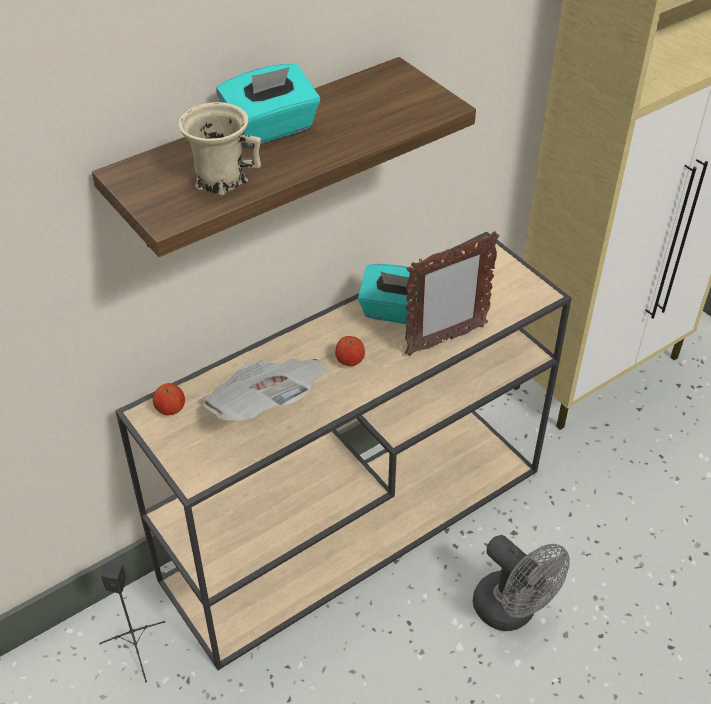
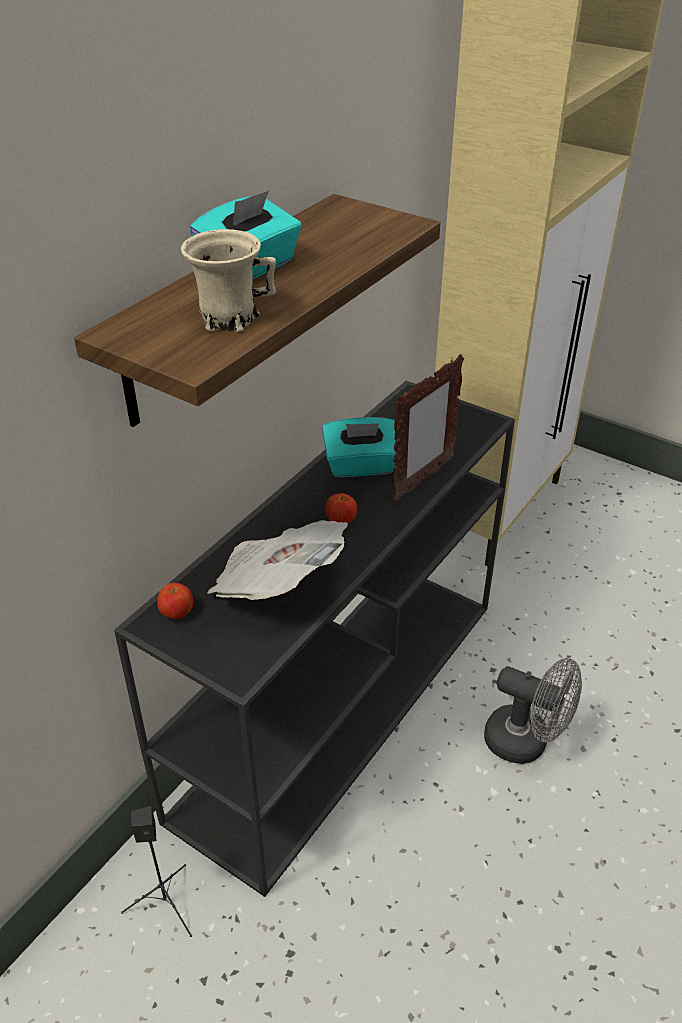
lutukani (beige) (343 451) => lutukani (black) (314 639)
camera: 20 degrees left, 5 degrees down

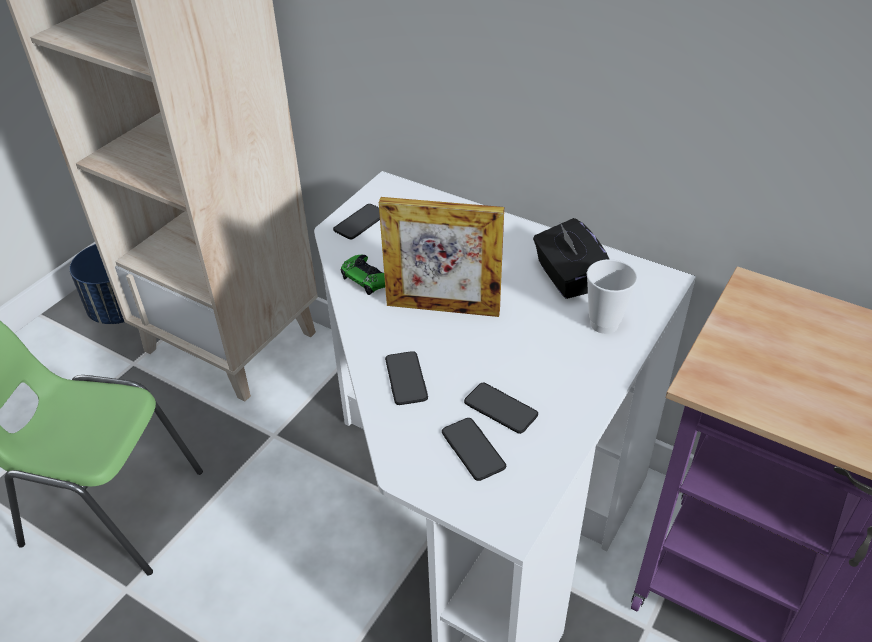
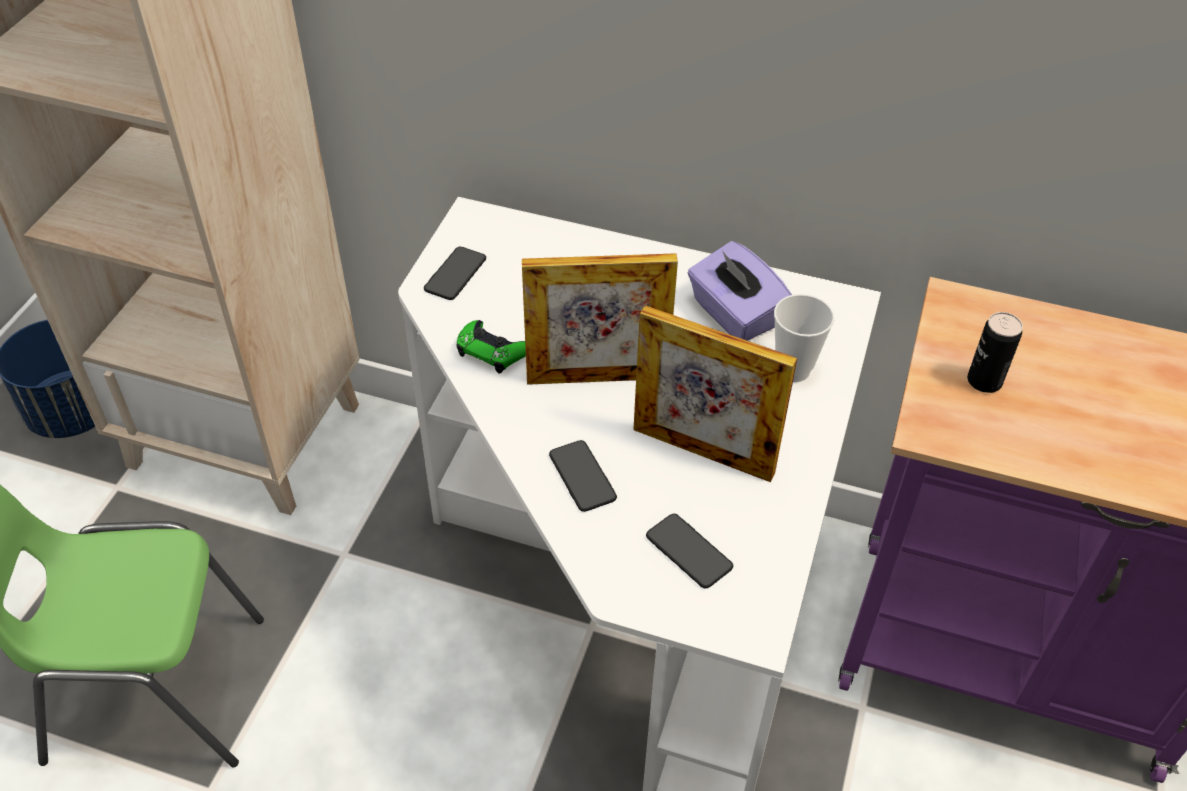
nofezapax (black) (571 258) => nofezapax (purple) (740 291)
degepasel (501 408) => nothing
nothing => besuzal (715 393)
nothing => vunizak (995 352)
camera: 15 degrees left, 5 degrees up

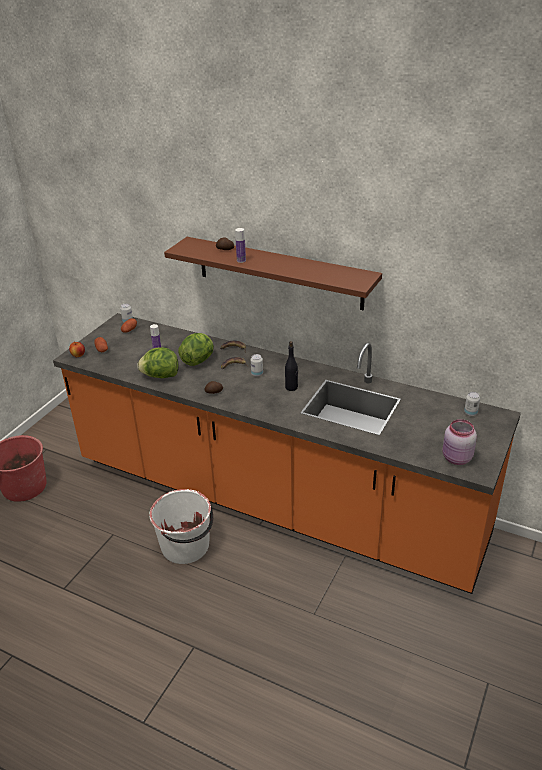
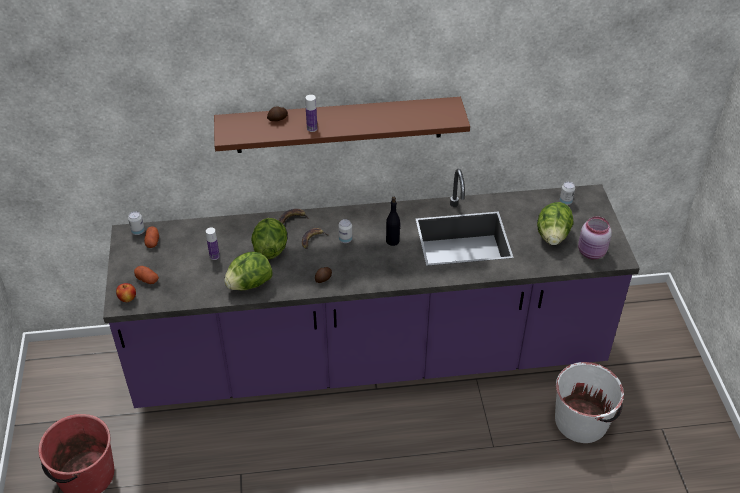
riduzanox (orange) (287 453) => riduzanox (purple) (371 288)
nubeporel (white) (181 526) => nubeporel (white) (589 402), shifted
nothing => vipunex (555 223)
camera: 35 degrees left, 10 degrees up

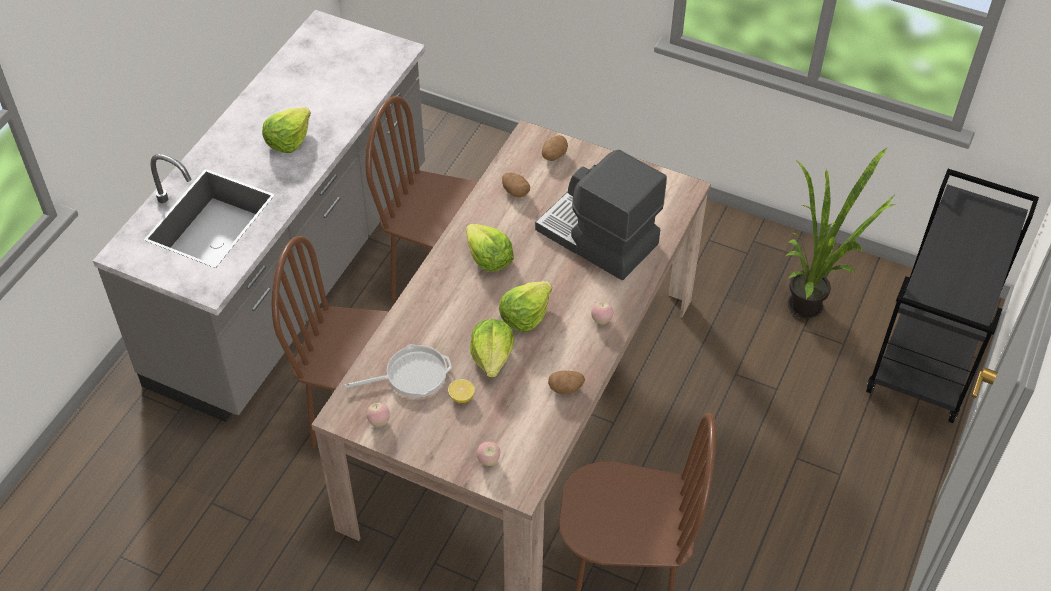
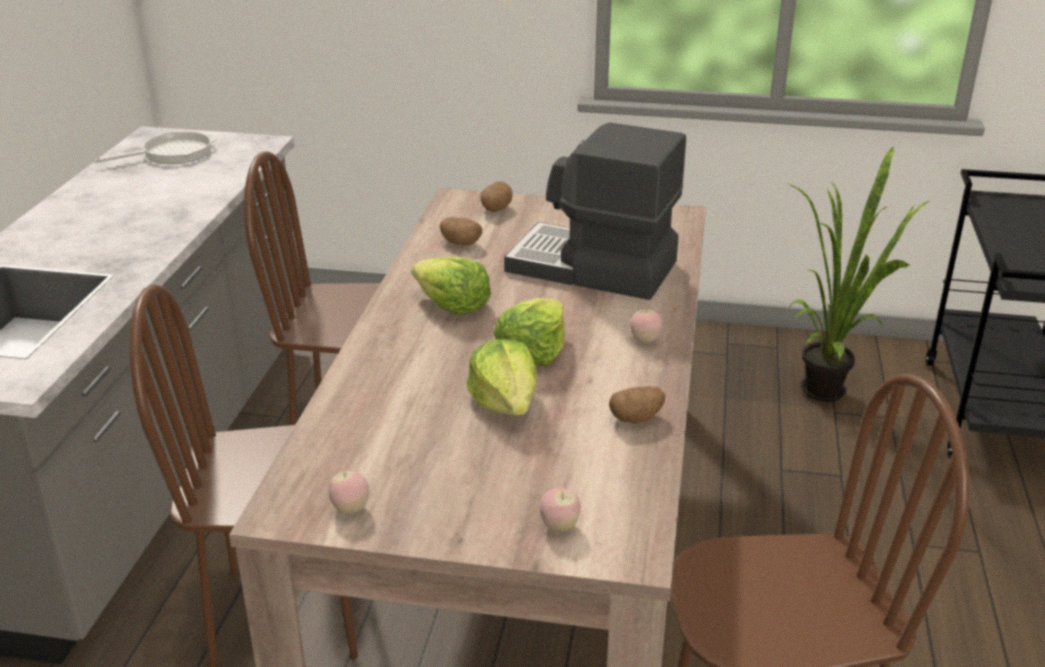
vipunex (286 130) => nothing
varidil (398 371) => varidil (155 147), shifted
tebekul (461 391) => nothing
camera: 15 degrees left, 20 degrees down

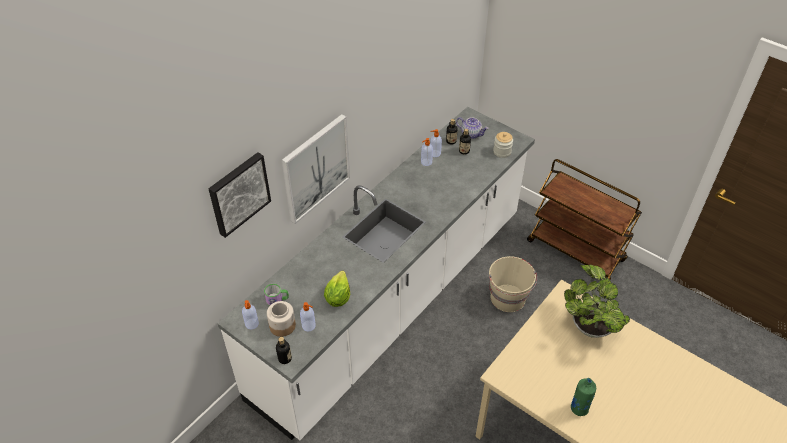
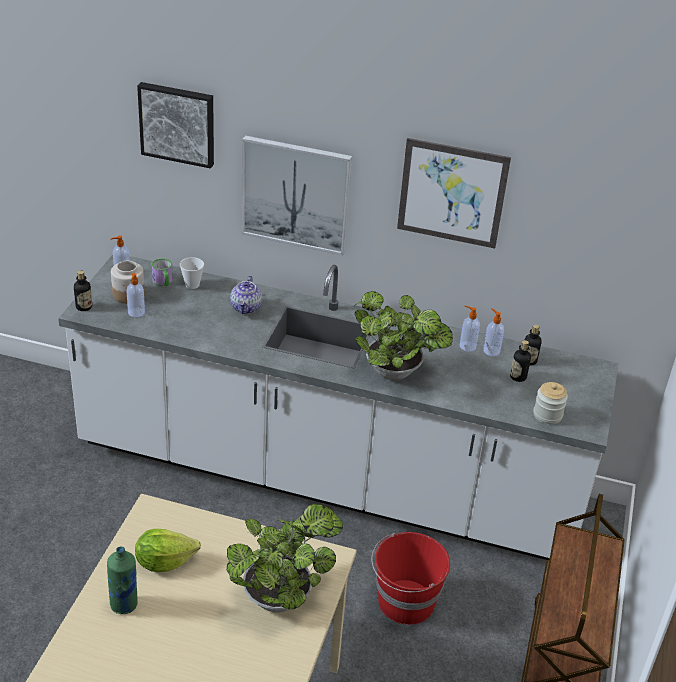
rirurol (472 128) => rirurol (246 294), shifted
nubeporel (beige) (513 284) => nubeporel (red) (410 578)
vipunex (337 289) => vipunex (168 550), shifted
nothing => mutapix (454 193)
nothing => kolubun (192 273)
nothing => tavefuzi (404 335)
camera: 65 degrees right, 10 degrees down

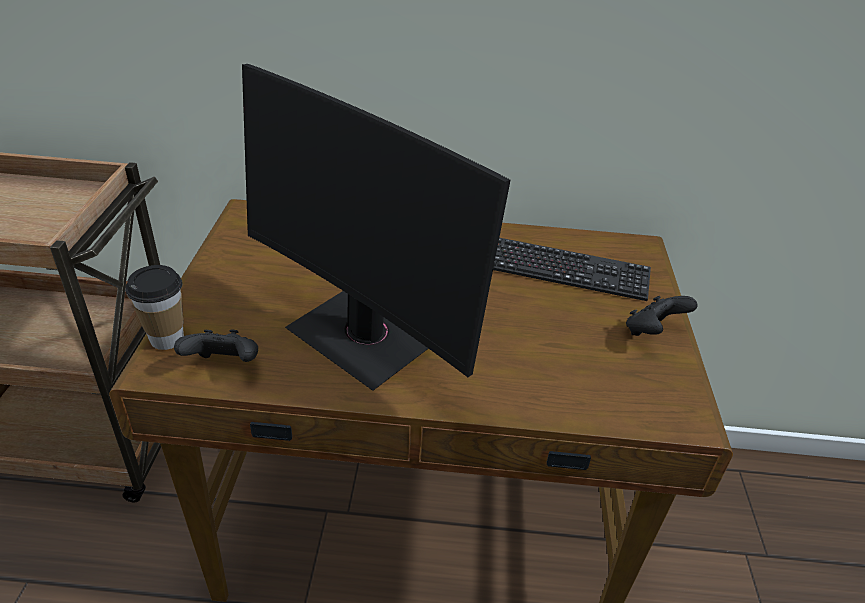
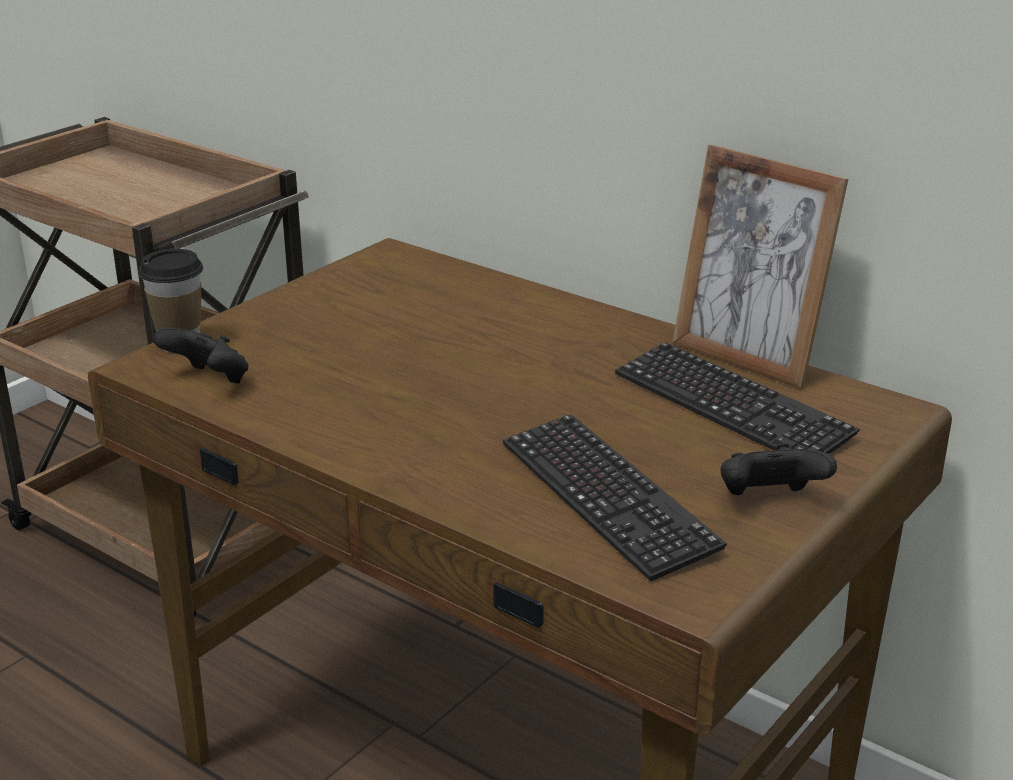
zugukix (376 227) => nothing
nothing => besuzal (760 267)
nothing => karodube (615 498)
camera: 35 degrees right, 10 degrees down

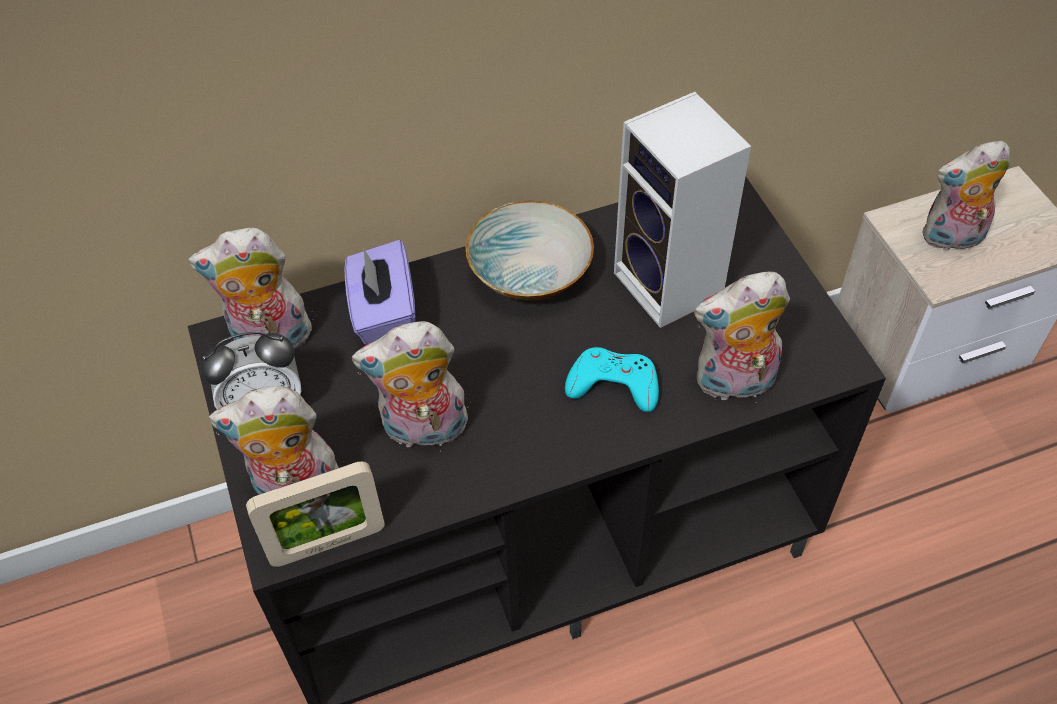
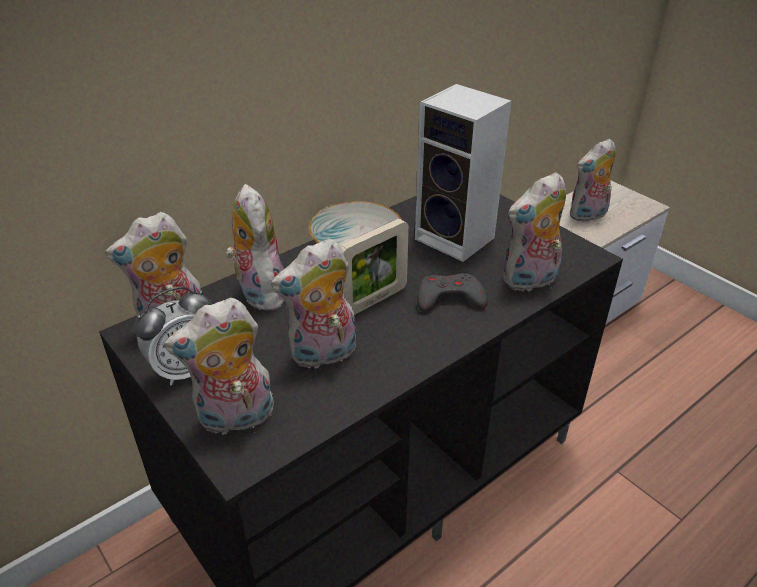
nofezapax (purple) (379 292) => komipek (255 247)
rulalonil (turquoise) (612 379) => rulalonil (grey) (452 292)
besuzal (315 514) => besuzal (374 267), shifted
camera: 20 degrees left, 15 degrees down

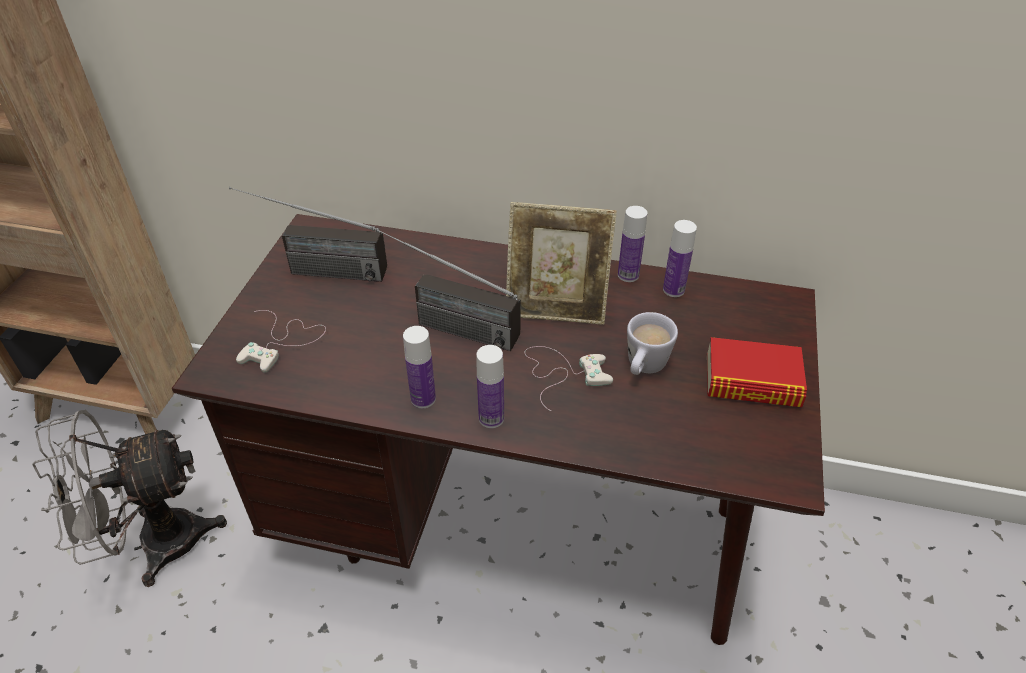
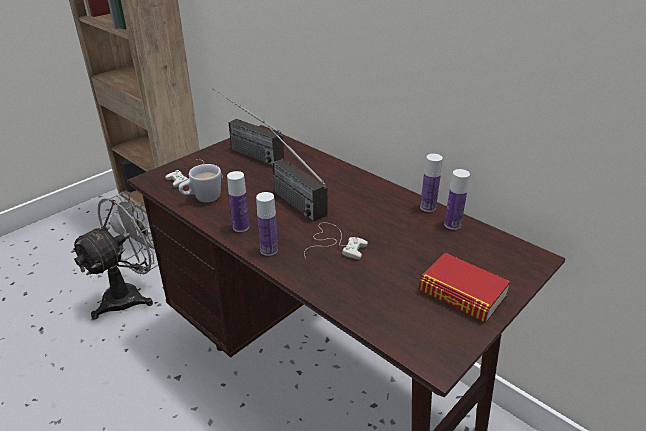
besuzal (561 263) => nothing
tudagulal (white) (652 343) => tudagulal (white) (200 183), shifted
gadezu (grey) (129 498) => gadezu (grey) (114 255), 120 degrees clockwise
camera: 30 degrees right, 10 degrees down

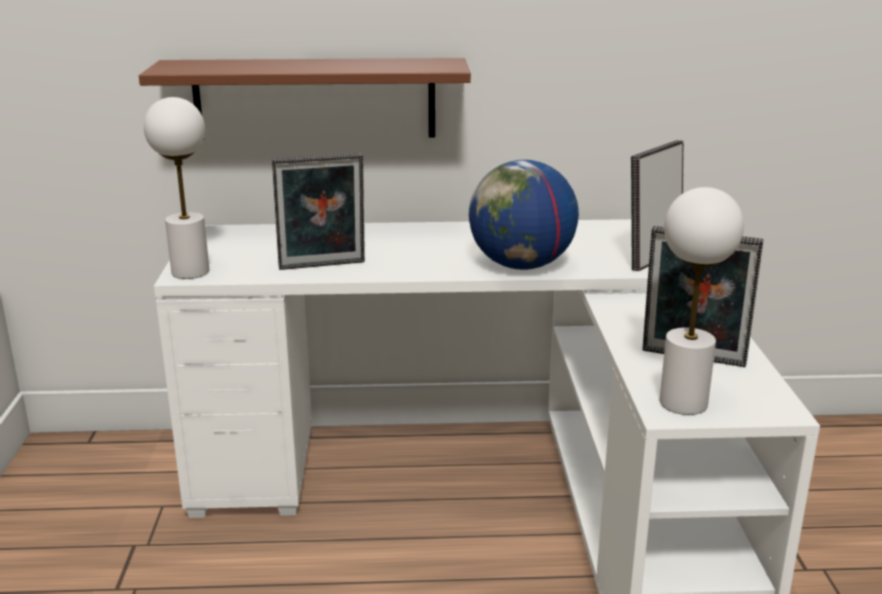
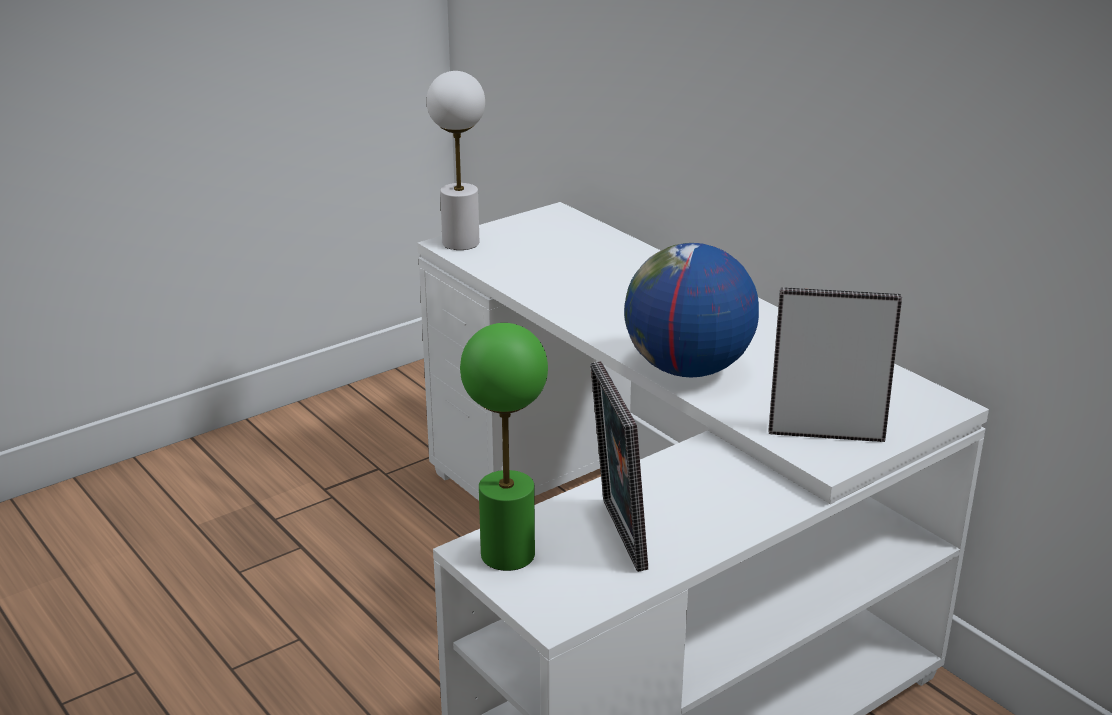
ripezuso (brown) (305 98) => nothing
besuzal (318 211) => nothing
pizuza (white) (702 301) => pizuza (green) (504 447)
camera: 55 degrees right, 5 degrees up

